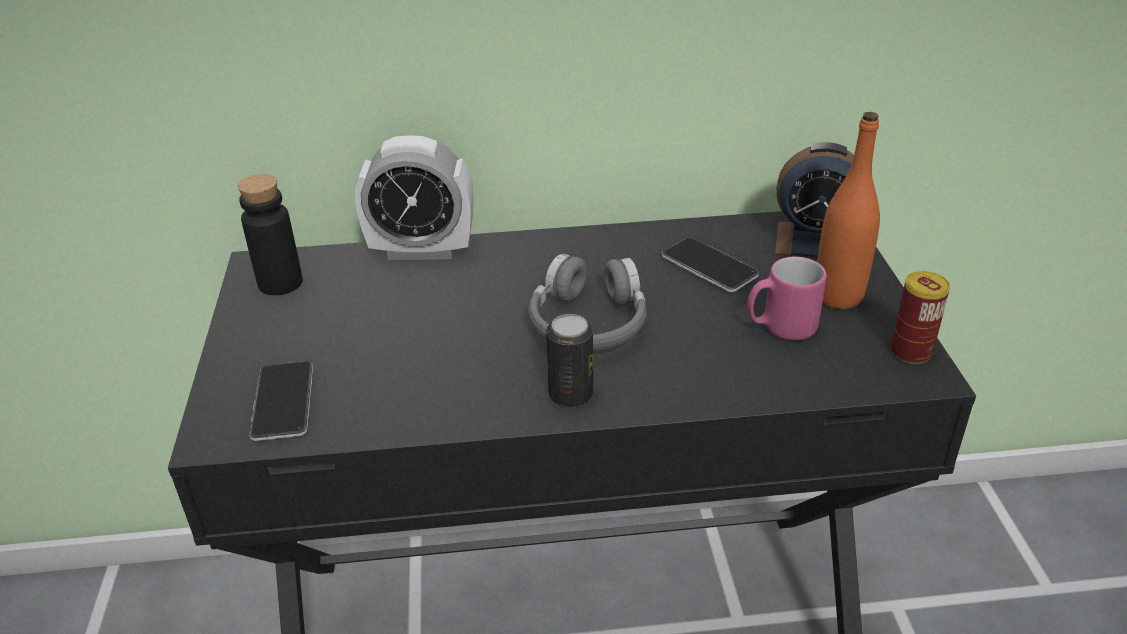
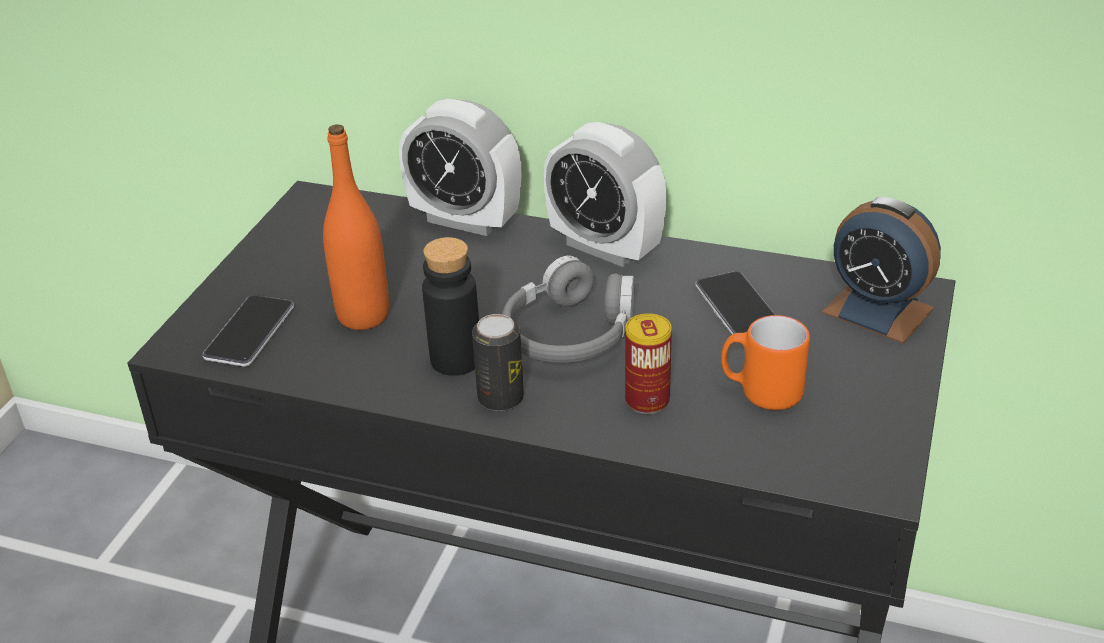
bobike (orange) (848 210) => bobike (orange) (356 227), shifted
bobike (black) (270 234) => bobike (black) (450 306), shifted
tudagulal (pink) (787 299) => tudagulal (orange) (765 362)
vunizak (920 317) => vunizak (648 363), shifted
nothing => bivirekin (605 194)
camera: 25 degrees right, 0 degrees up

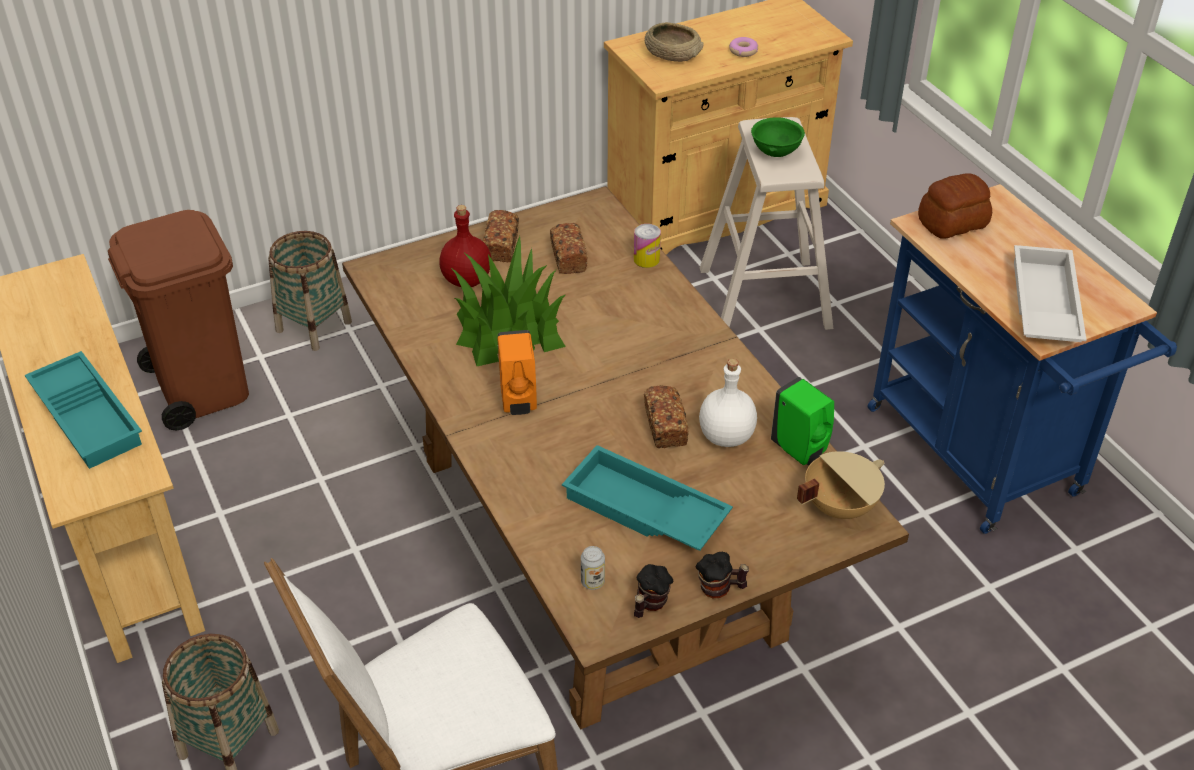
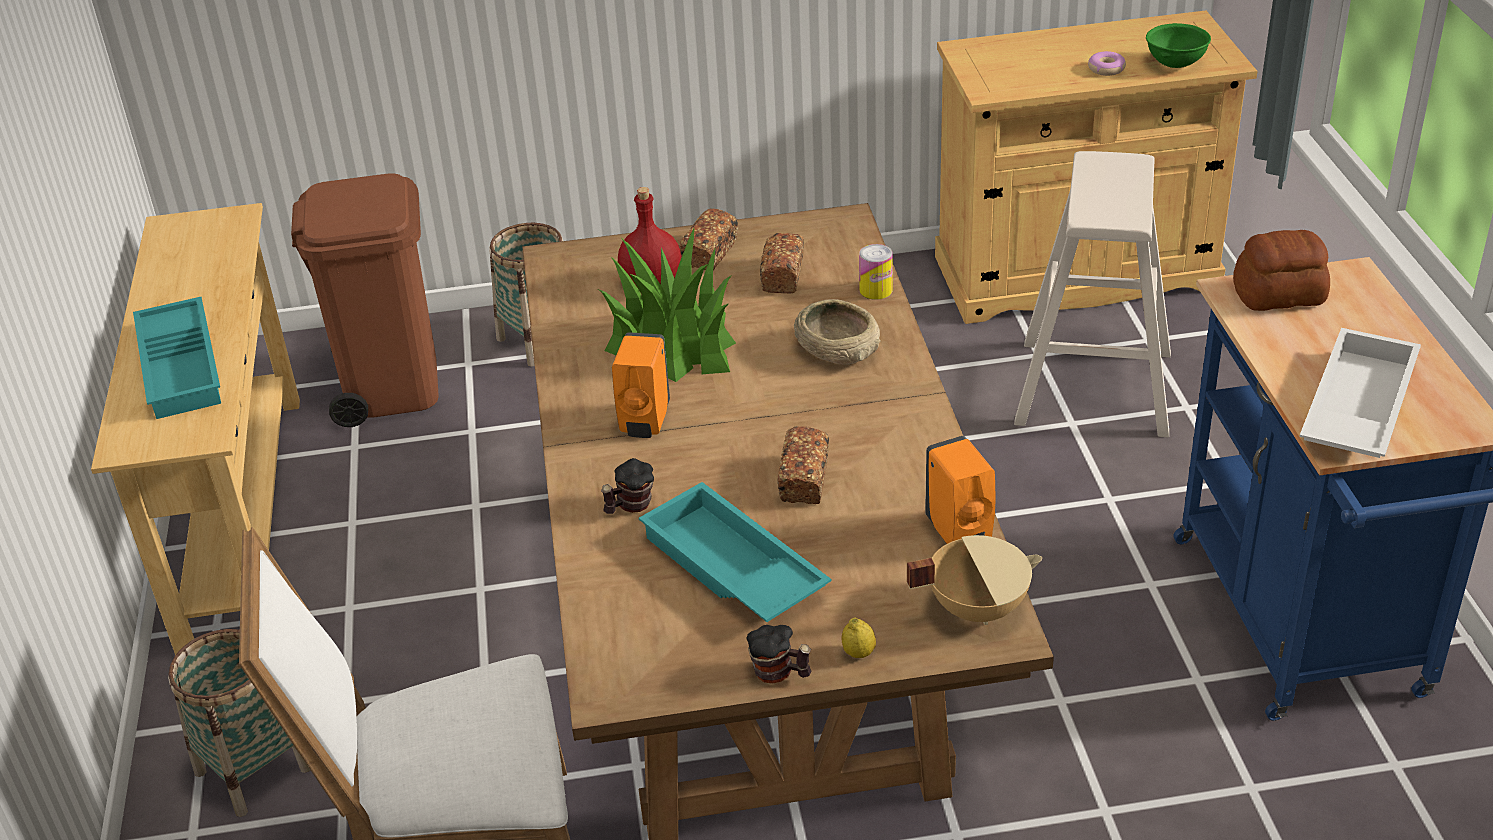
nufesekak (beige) (674 42) => nufesekak (beige) (837 332), shifted
nufesekak (green) (778 137) => nufesekak (green) (1178 45), shifted
bobike (white) (728 403) => nothing
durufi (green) (802 421) => durufi (orange) (960 490)
vunizak (593 568) => nothing
tudagulal (653 591) => tudagulal (627 486), shifted
nothing => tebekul (859 637)
camera: 20 degrees right, 5 degrees down

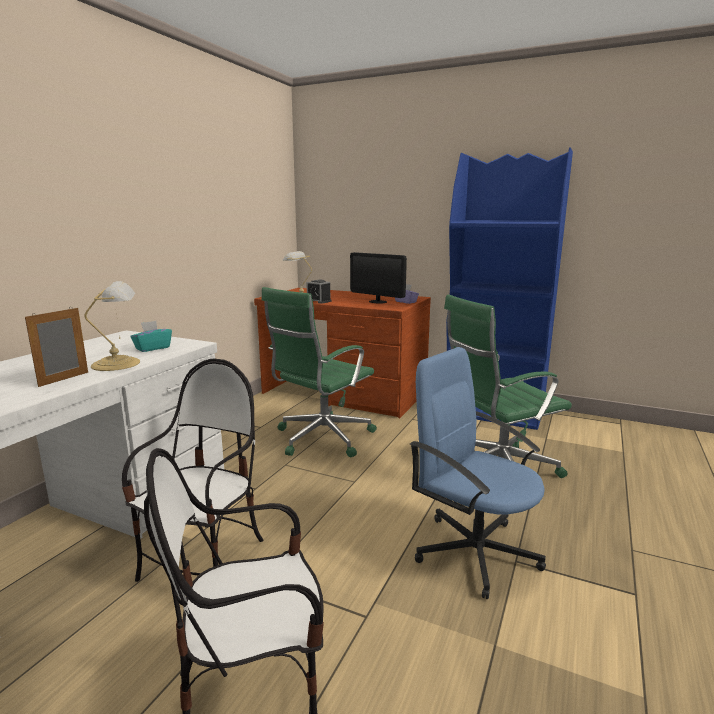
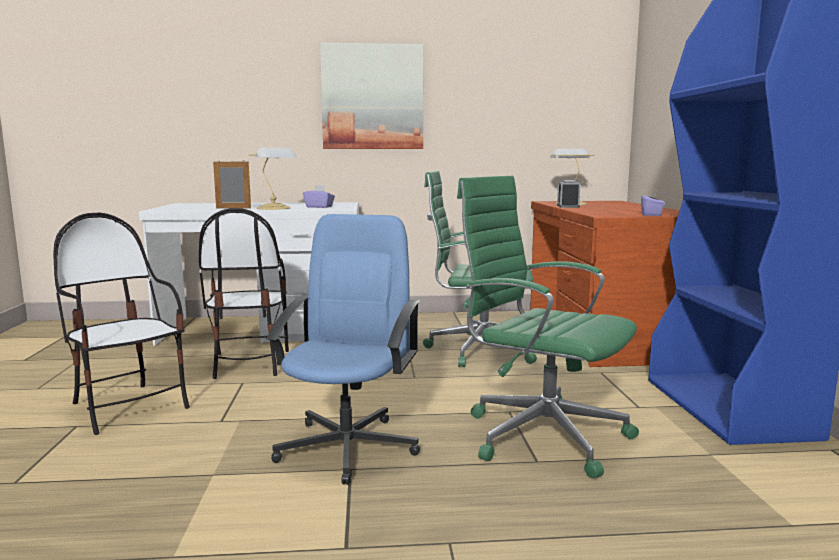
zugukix (378 278) => nothing
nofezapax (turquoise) (151 336) => nofezapax (purple) (319 196)
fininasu (193 470) => fininasu (244 293), 90 degrees clockwise
nothing => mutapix (371 96)
camera: 60 degrees right, 5 degrees down

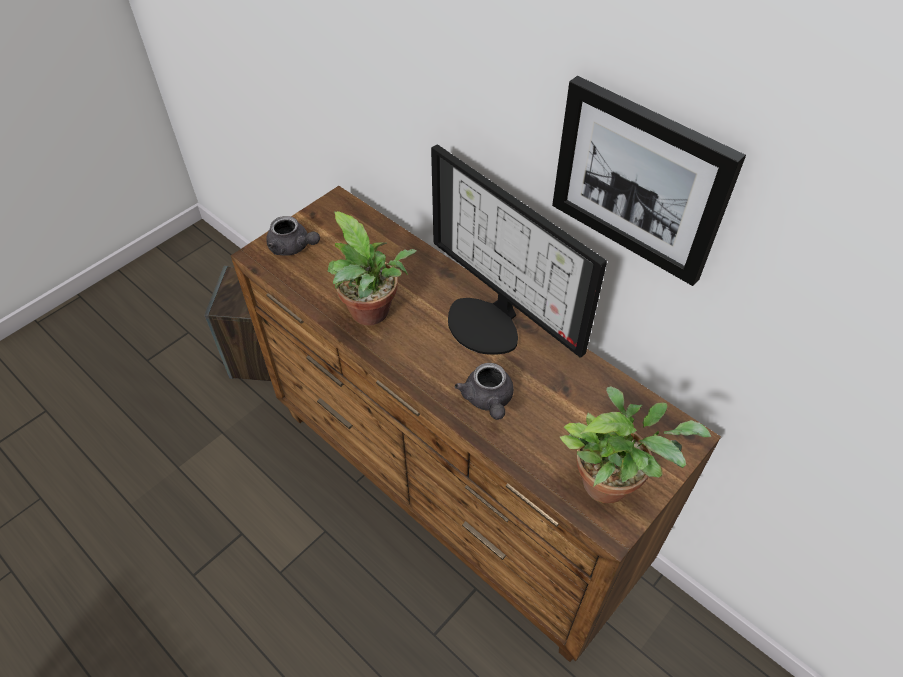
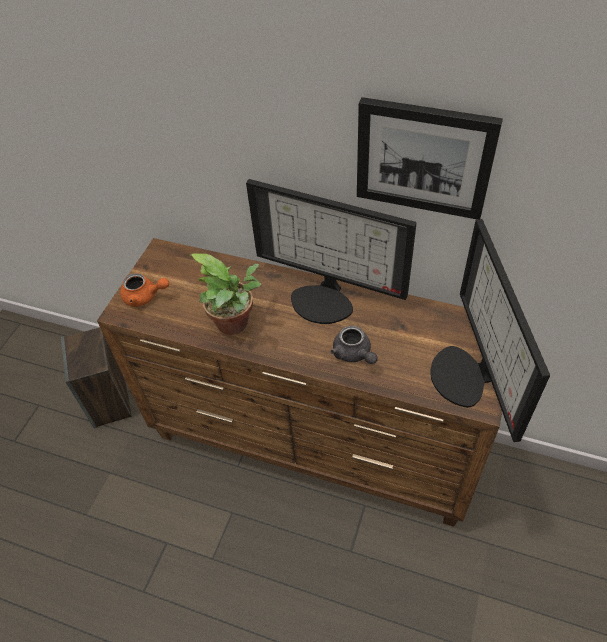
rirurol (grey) (293 236) => rirurol (orange) (144 290)
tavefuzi (636 445) => zugukix (490 330)
camera: 20 degrees left, 0 degrees up

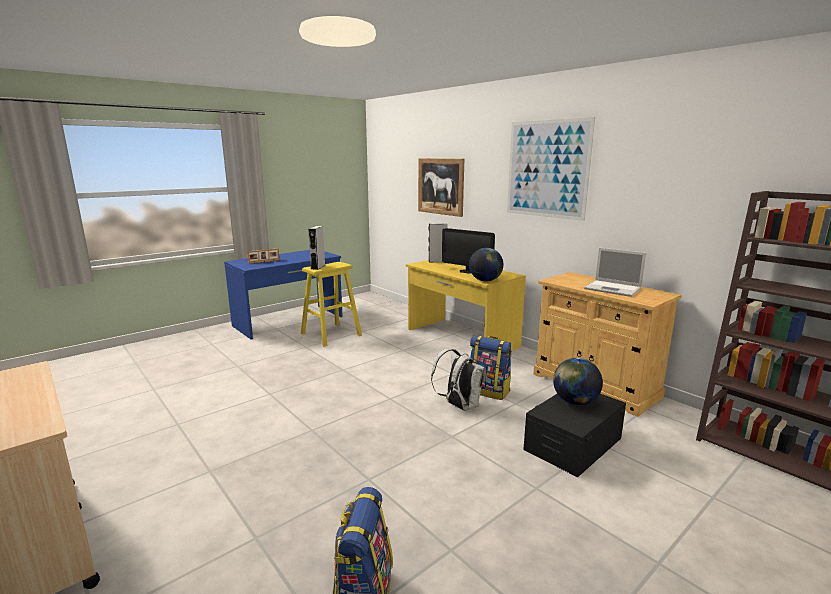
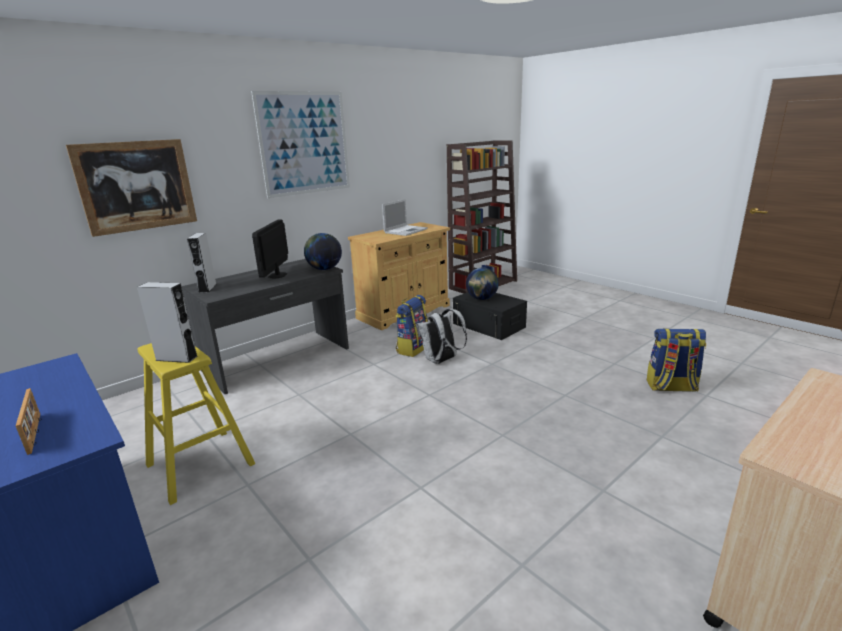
zugukix (468 250) => zugukix (270 249), 150 degrees clockwise
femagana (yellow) (466 305) => femagana (grey) (265 326)
camera: 90 degrees left, 5 degrees up

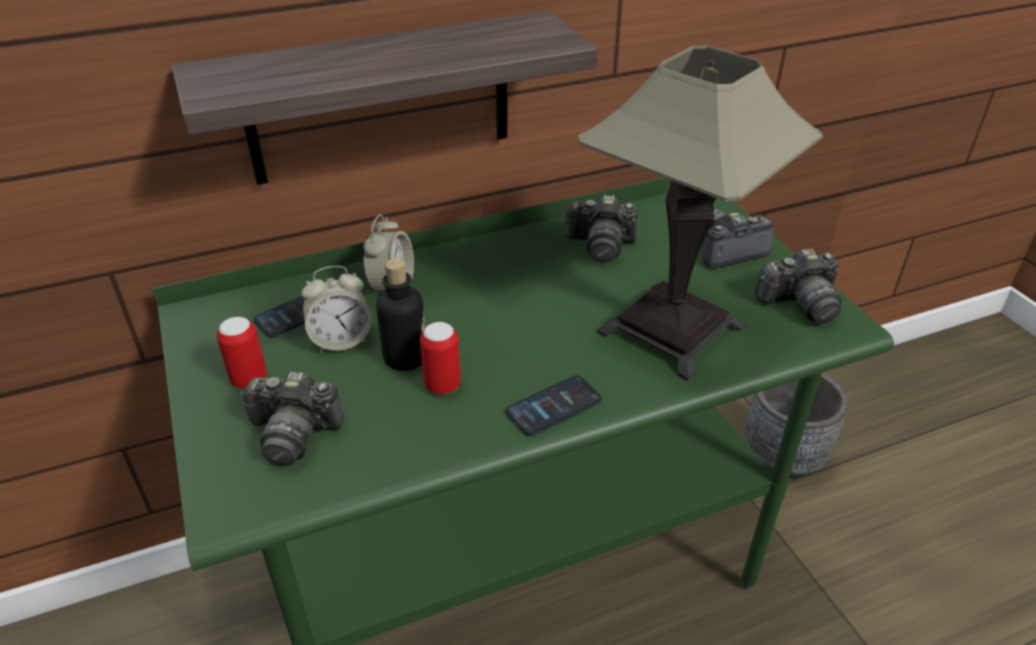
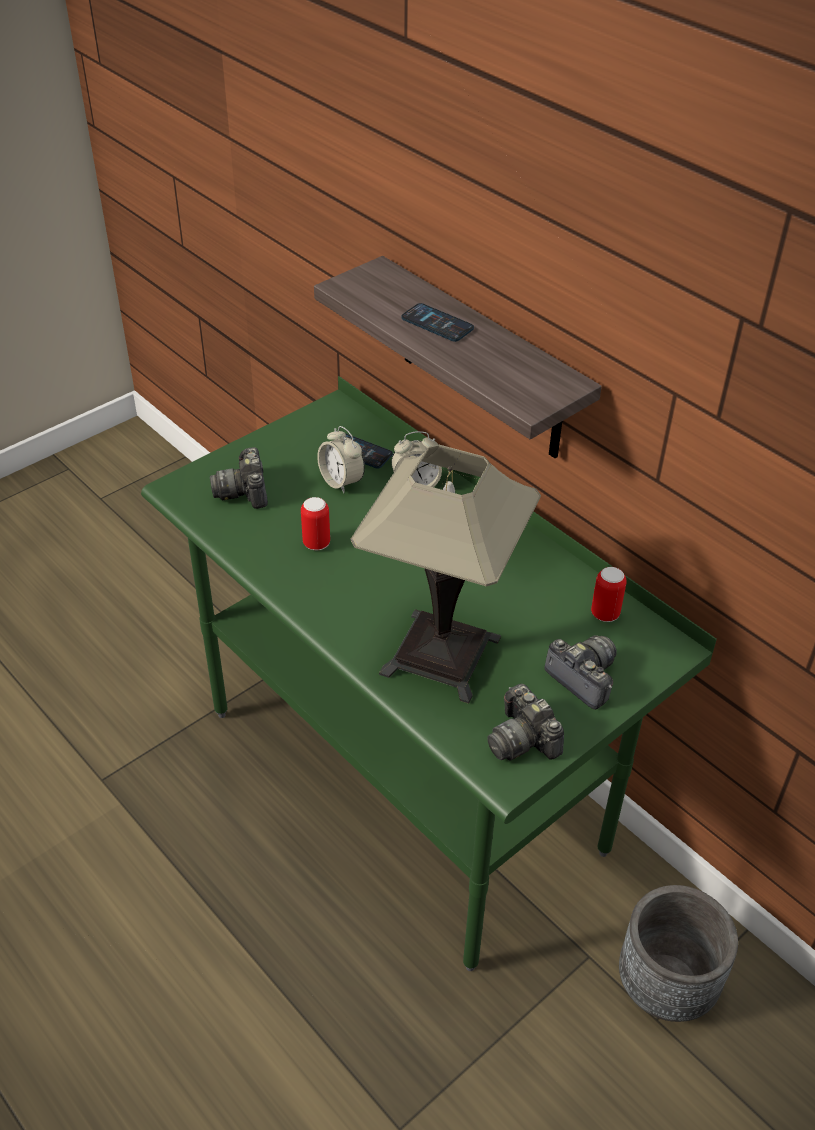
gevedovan (600 229) => nothing
bobike (400 314) => nothing
vunizak (242 353) => vunizak (609 594), shifted
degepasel (554 405) => degepasel (437 322), shifted
camera: 70 degrees right, 5 degrees up

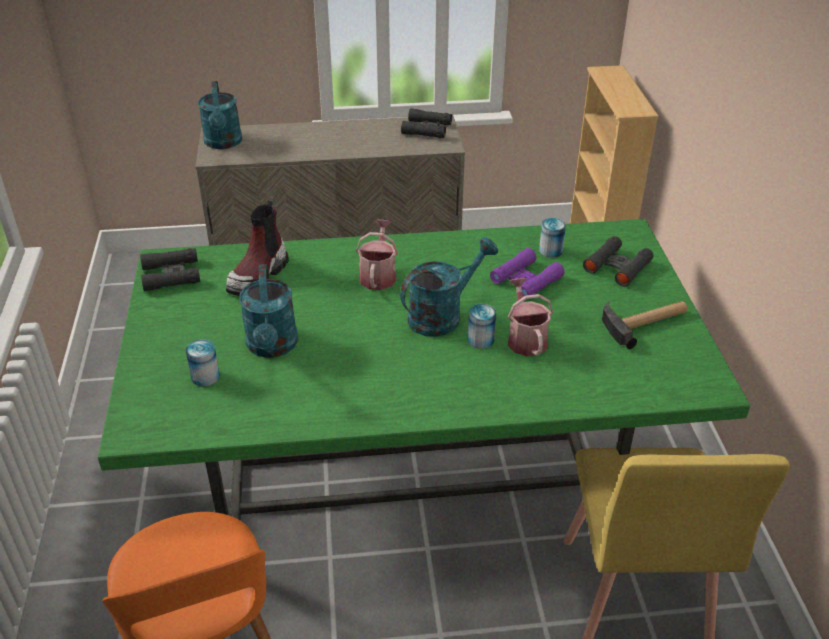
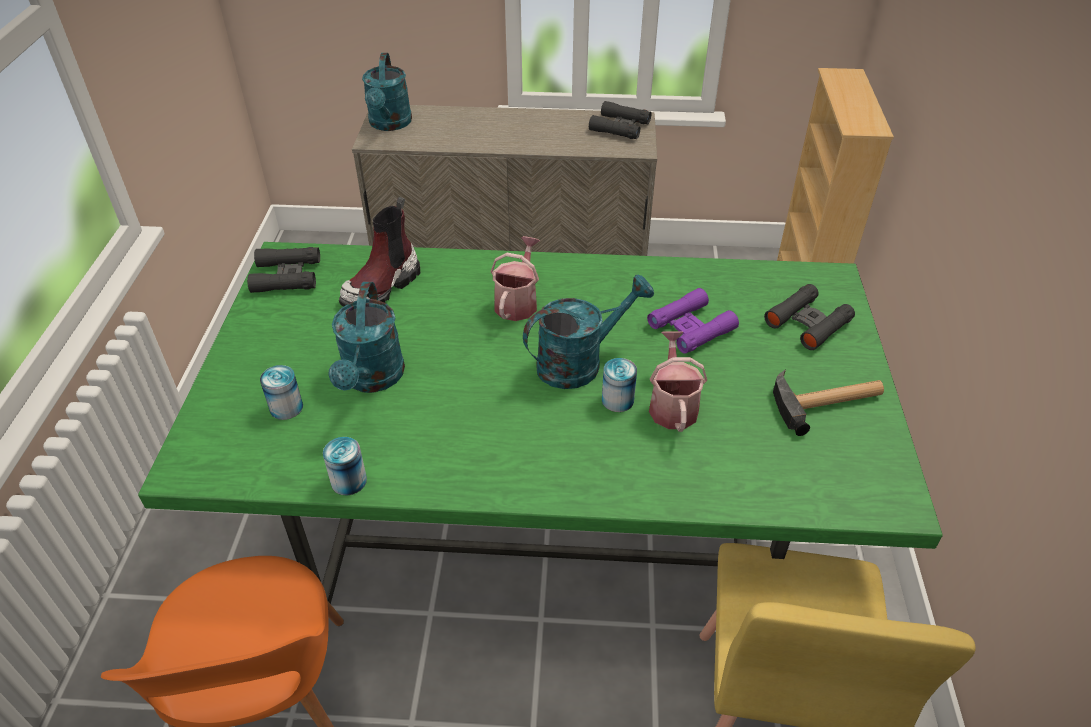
vunizak (552 238) => vunizak (345 466), shifted
camera: 10 degrees right, 5 degrees up

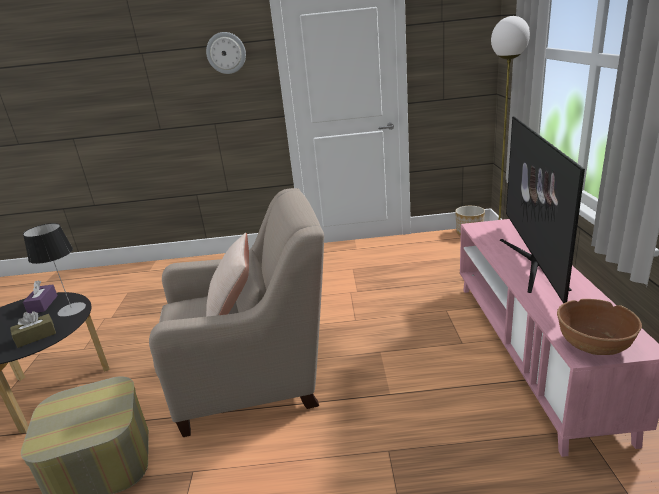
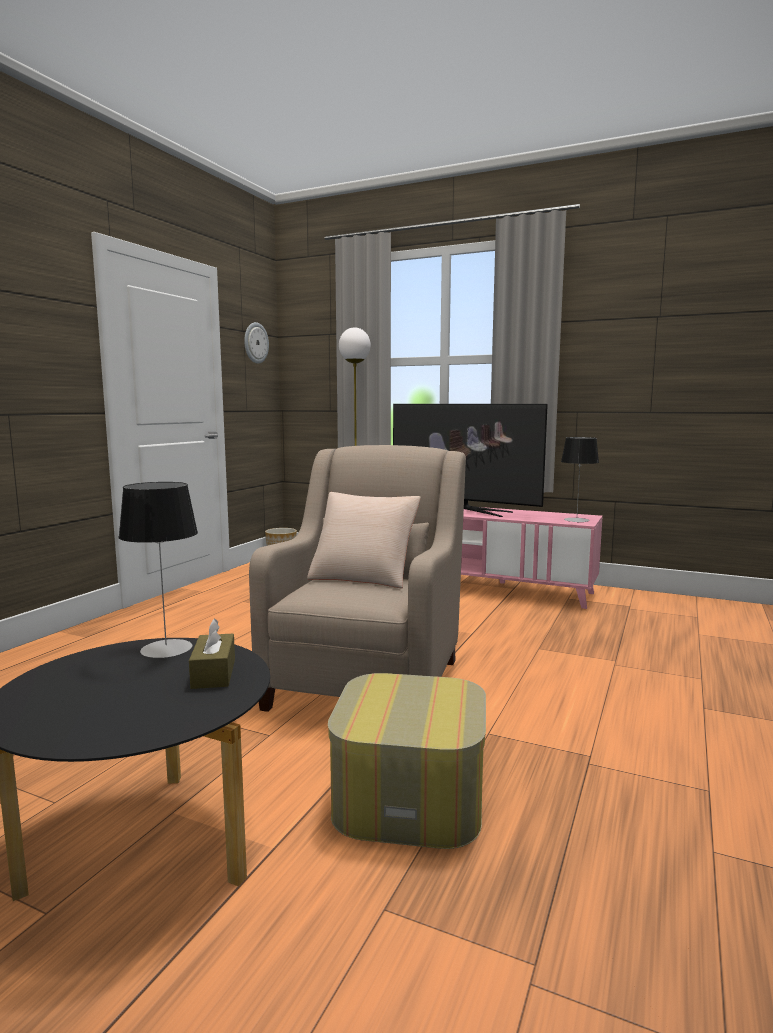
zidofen (226 53) => zidofen (256 343), shifted
nofezapax (purple) (40 296) => nothing
nufesekak (brown) (599 327) => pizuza (580 480)
camera: 65 degrees left, 15 degrees down

